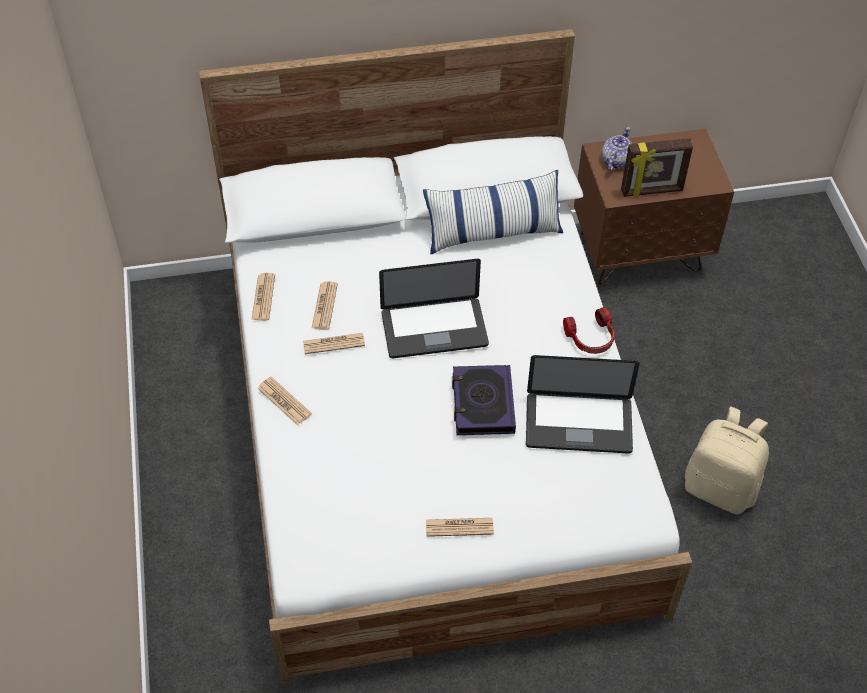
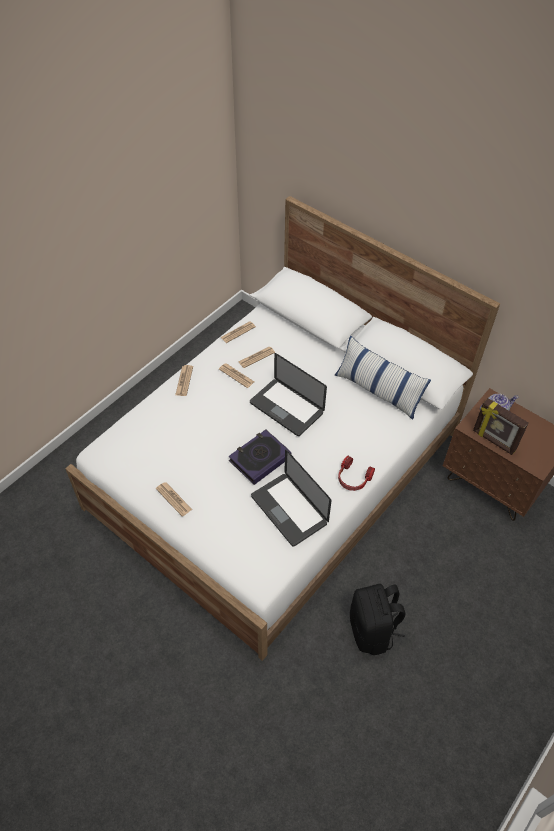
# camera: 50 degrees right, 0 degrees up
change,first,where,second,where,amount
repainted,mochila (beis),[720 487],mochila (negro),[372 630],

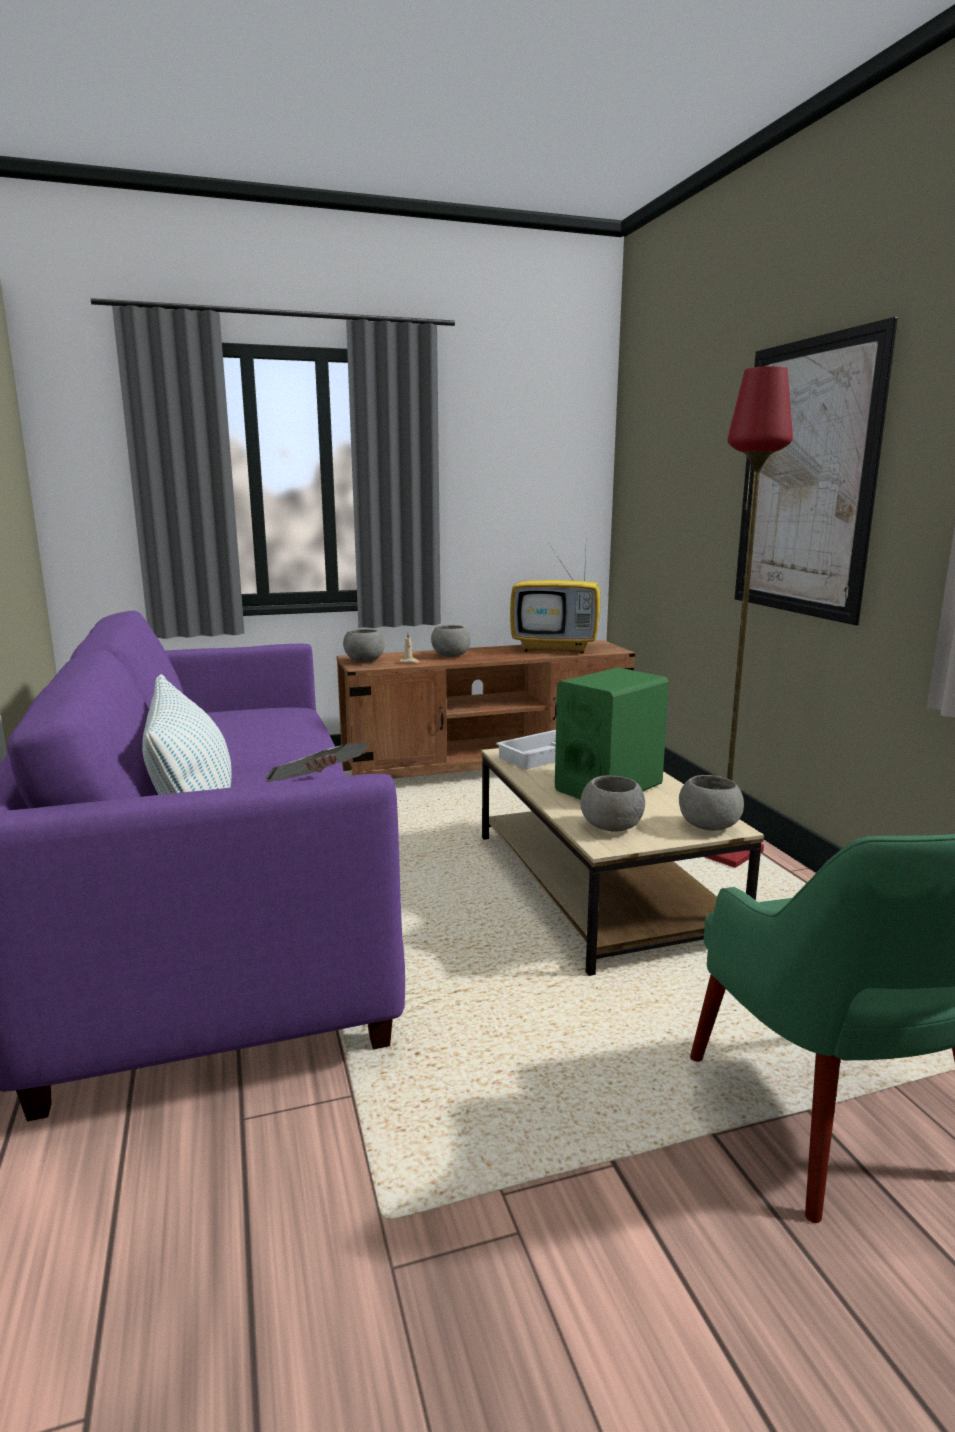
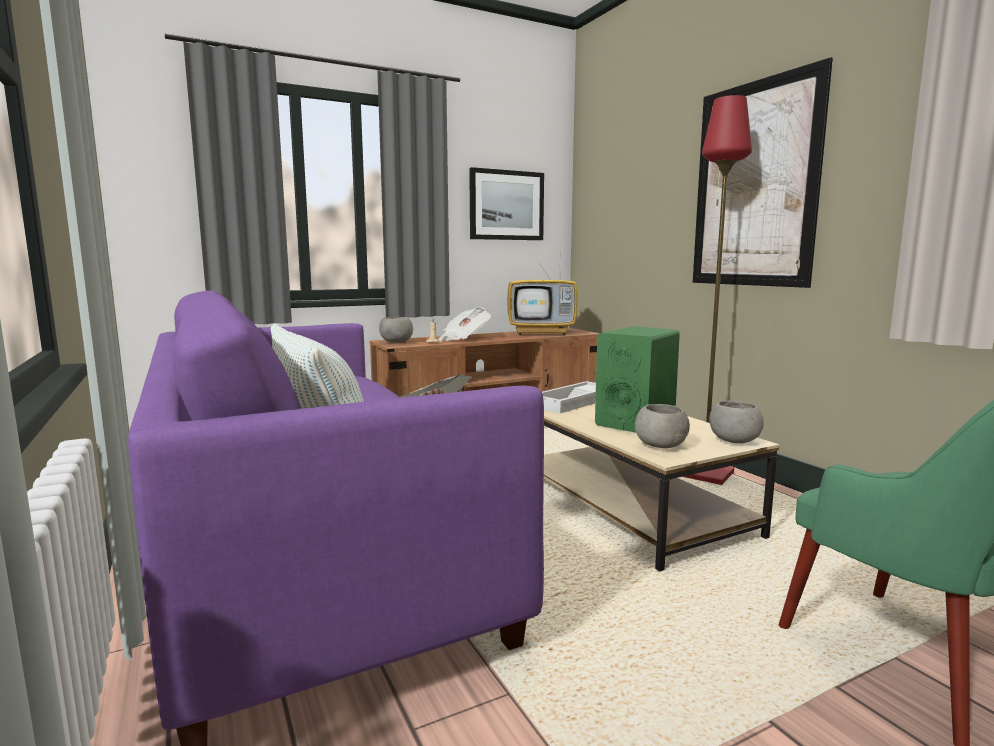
# camera: 10 degrees left, 5 degrees down
change,first,where,second,where,amount
new,,,cuadro,[506 205],
swapped,cuenco (gris),[450 656],periódico,[464 338],

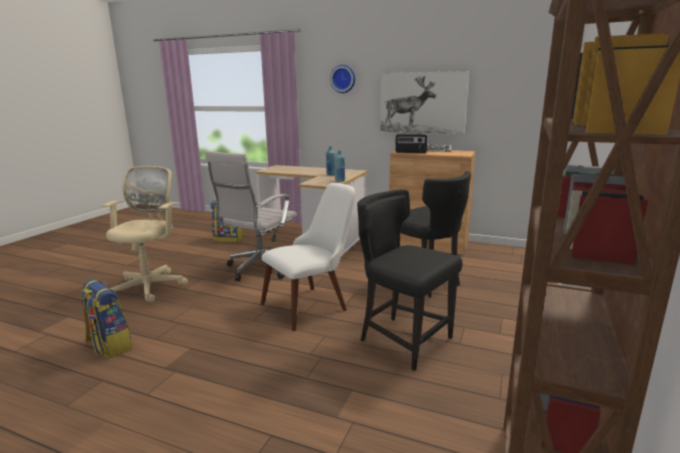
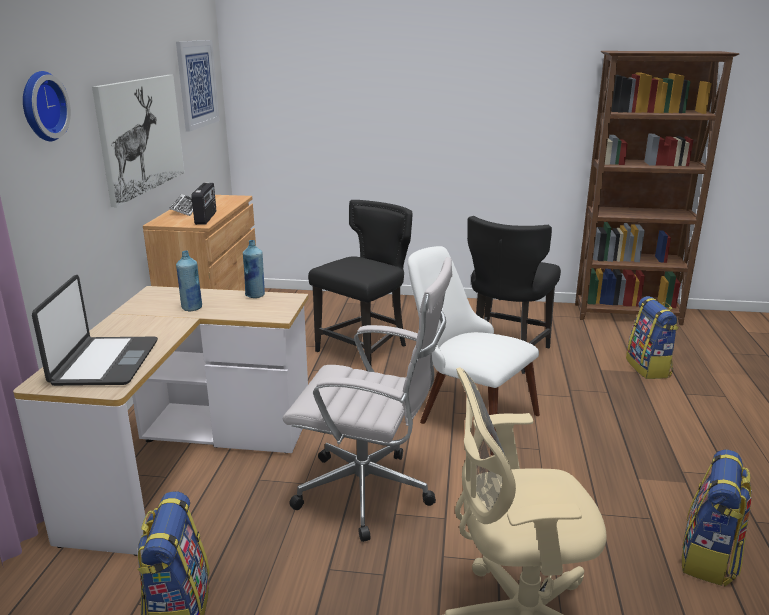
# camera: 105 degrees left, 5 degrees up
change,first,where,second,where,amount
new,,,portátil,[104 362],
new,,,cuadro,[197 84],
new,,,mochila,[649 368],

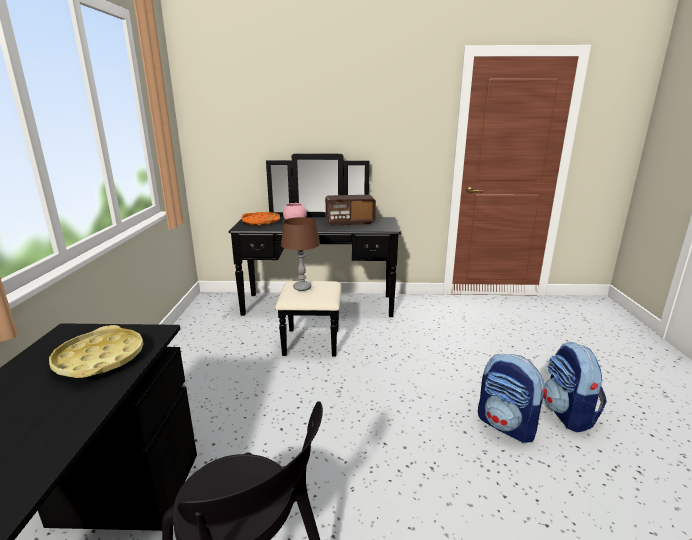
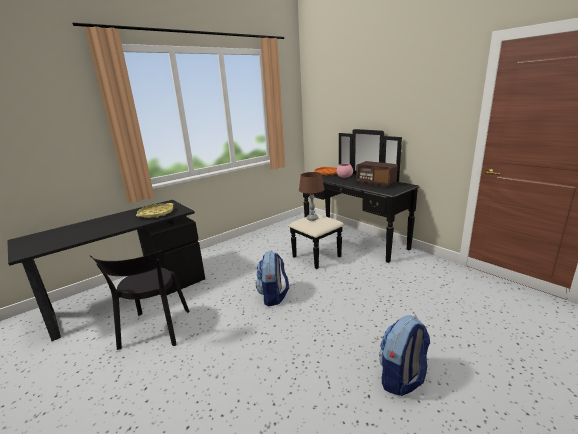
# camera: 50 degrees right, 0 degrees up
change,first,where,second,where,amount
shifted,mochila,[507 425],,[273 296],

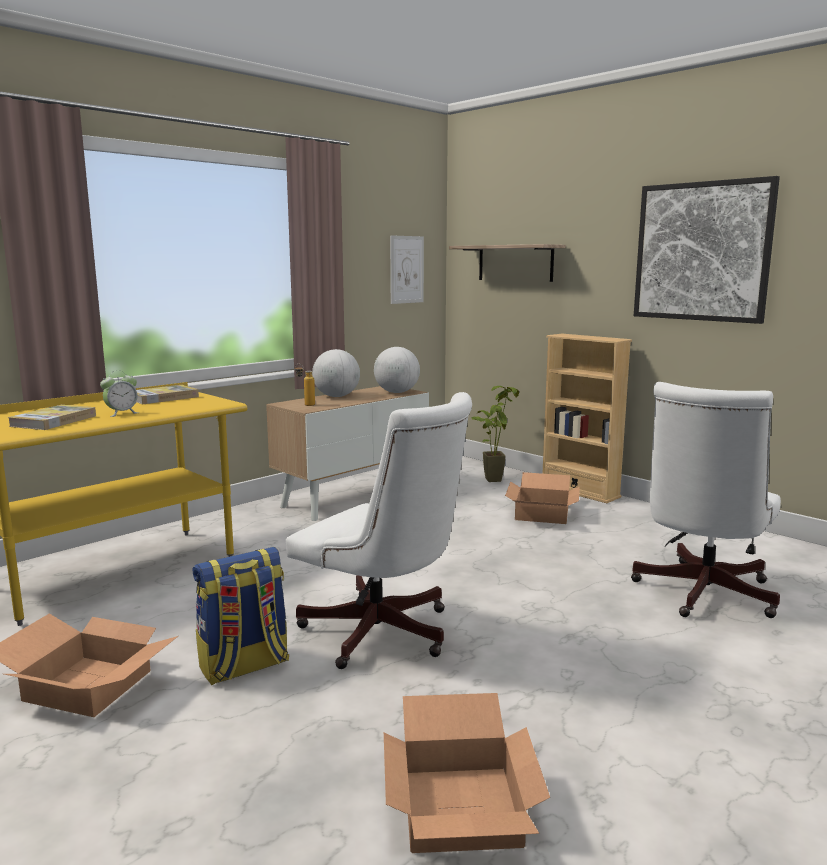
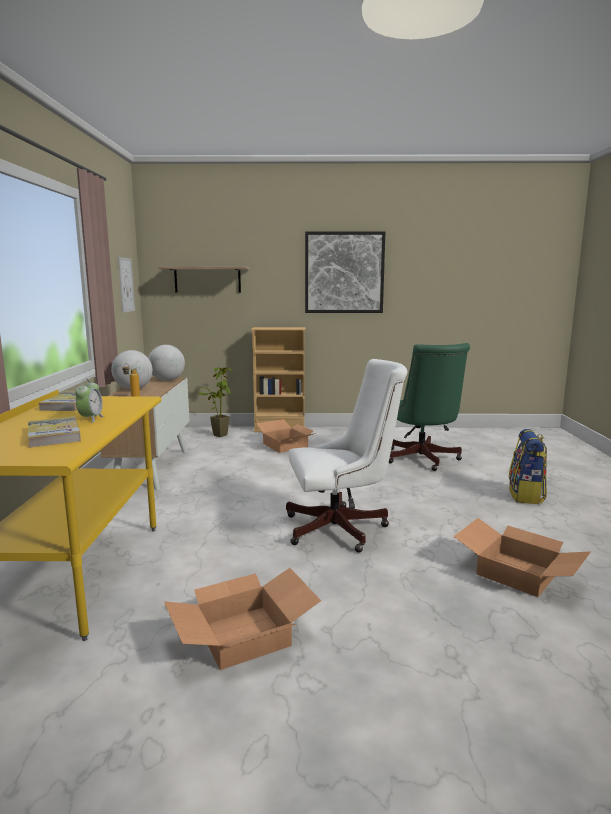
# camera: 45 degrees left, 0 degrees up
change,first,where,second,where,amount
shifted,mochila,[244 667],,[526 495],
repainted,silla de oficina (blanco),[700 594],silla de oficina (verde),[422 460],

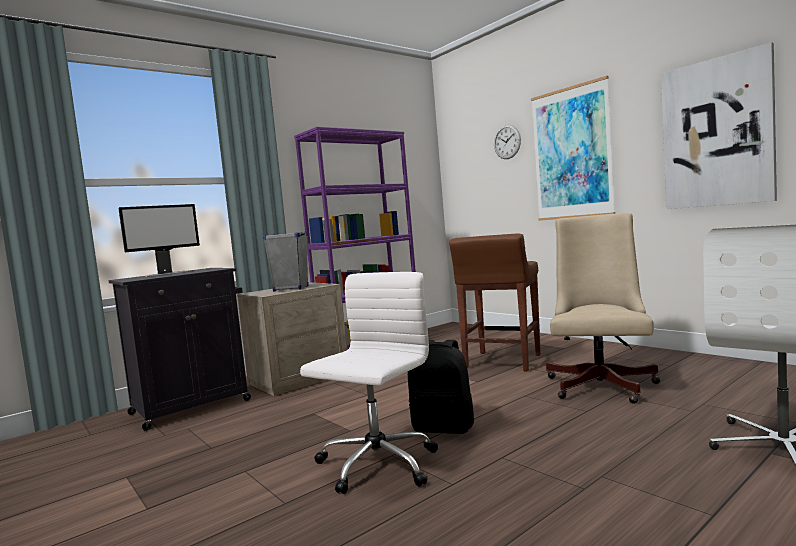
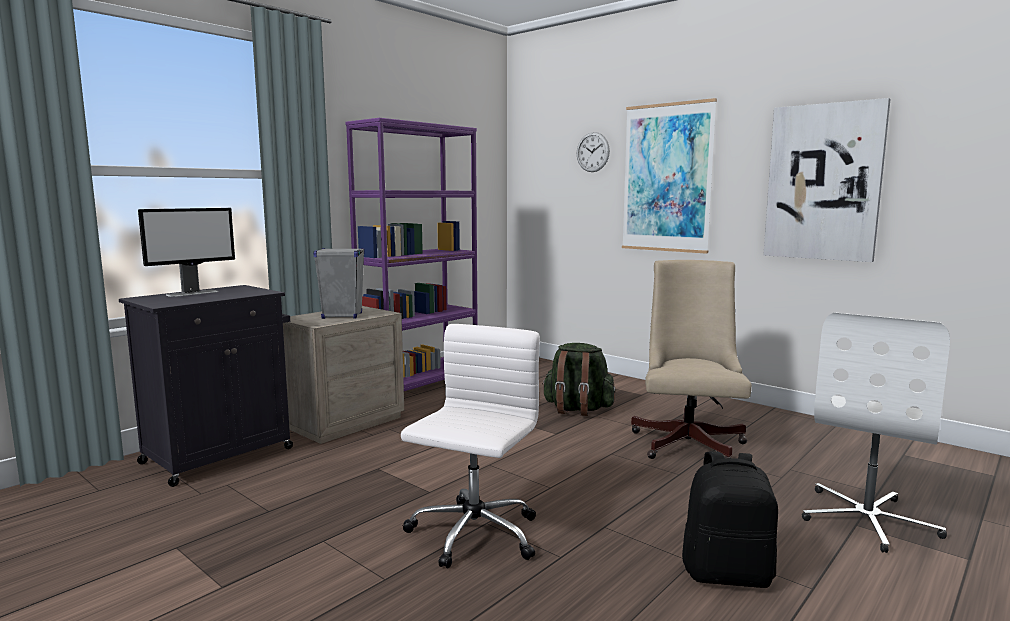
# camera: 10 degrees left, 5 degrees up
change,first,where,second,where,amount
shifted,mochila (negro),[443 428],,[727 574],
swapped,taburete (marrón),[502 362],mochila (verde),[577 409],

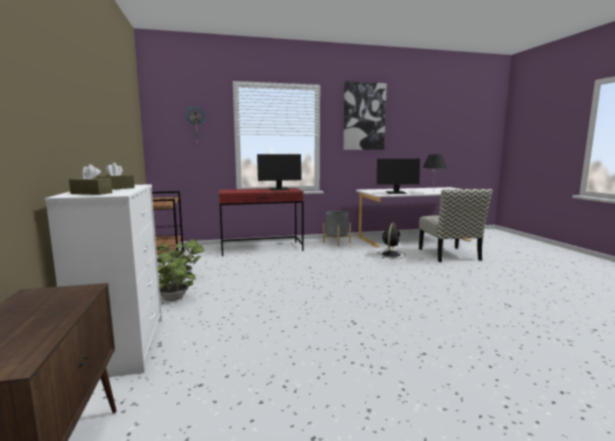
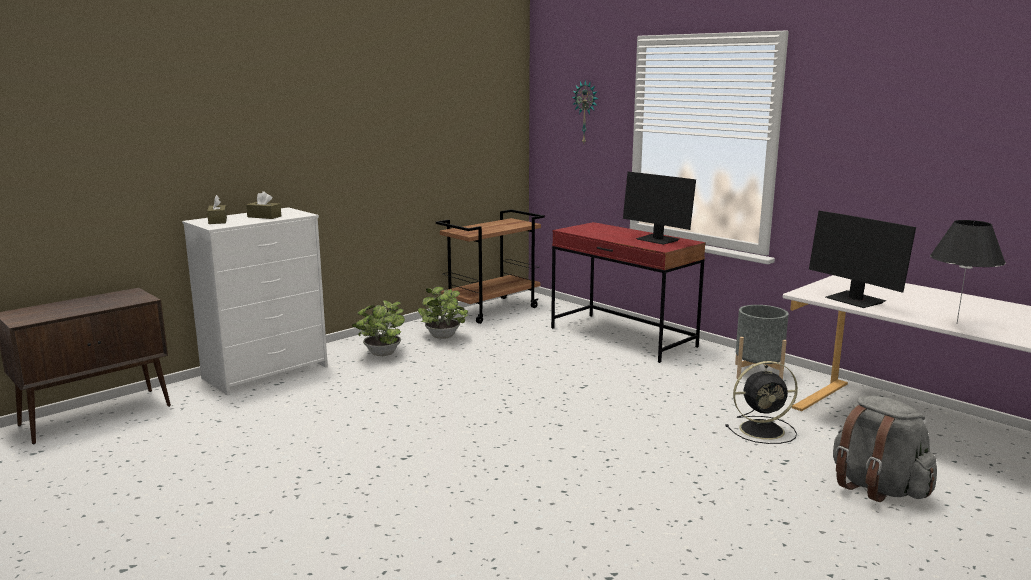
# camera: 60 degrees right, 5 degrees up
change,first,where,second,where,amount
gone,cuadro,[364 116],,,
swapped,silla,[449 255],mochila (gris),[877 488],

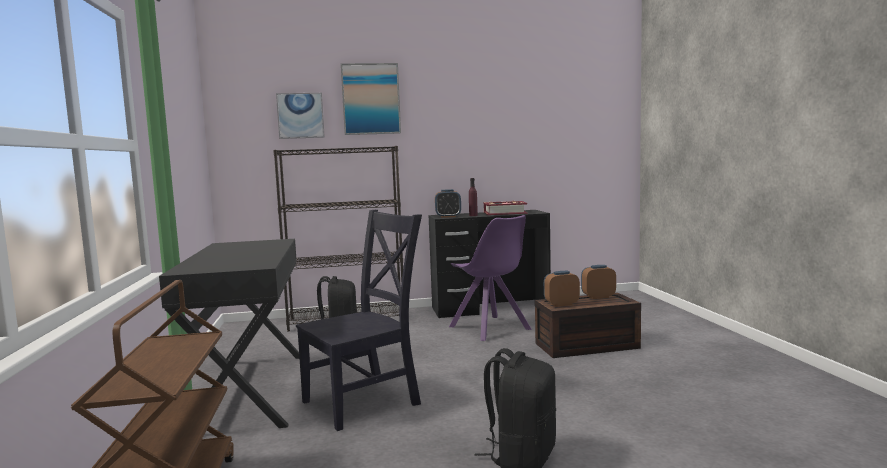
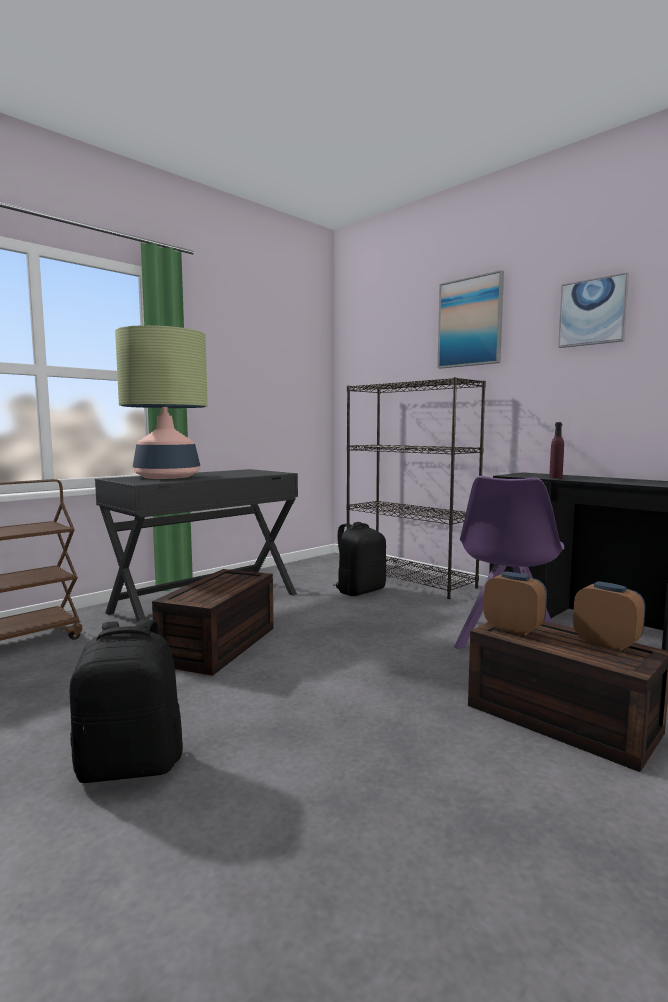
# camera: 55 degrees right, 0 degrees up
change,first,where,second,where,amount
gone,despertador,[448 216],,,
gone,libro,[505 213],,,
new,,,lámpara de mesa,[167 477],
shifted,cuadro,[300 115],,[592 312],
swapped,silla (negro),[366 401],caja de almacenaje (marrón),[220 646],

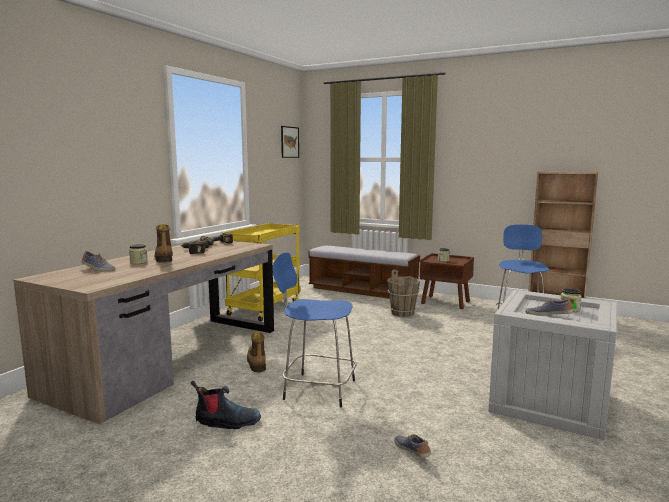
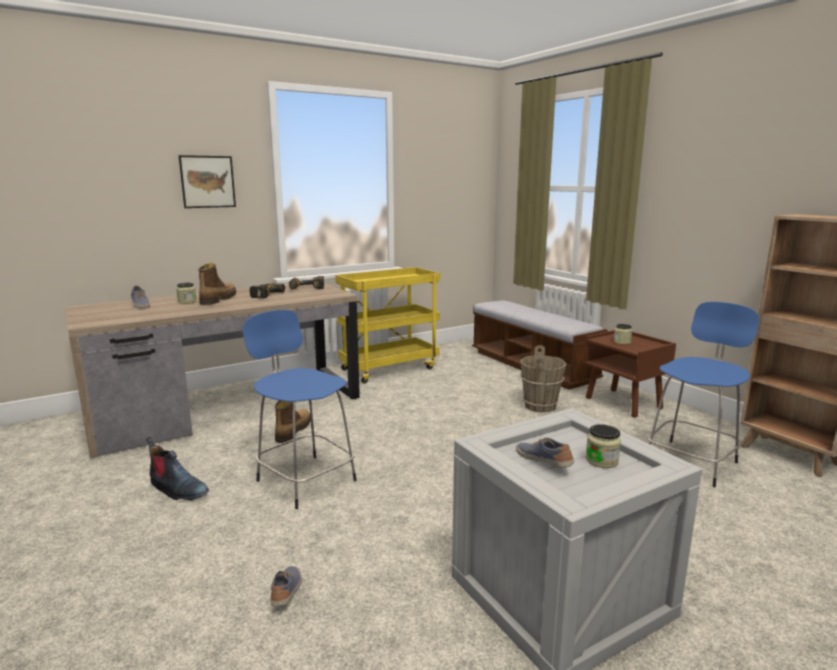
# camera: 30 degrees right, 5 degrees up
change,first,where,second,where,amount
shifted,cuadro,[289 142],,[207 182],

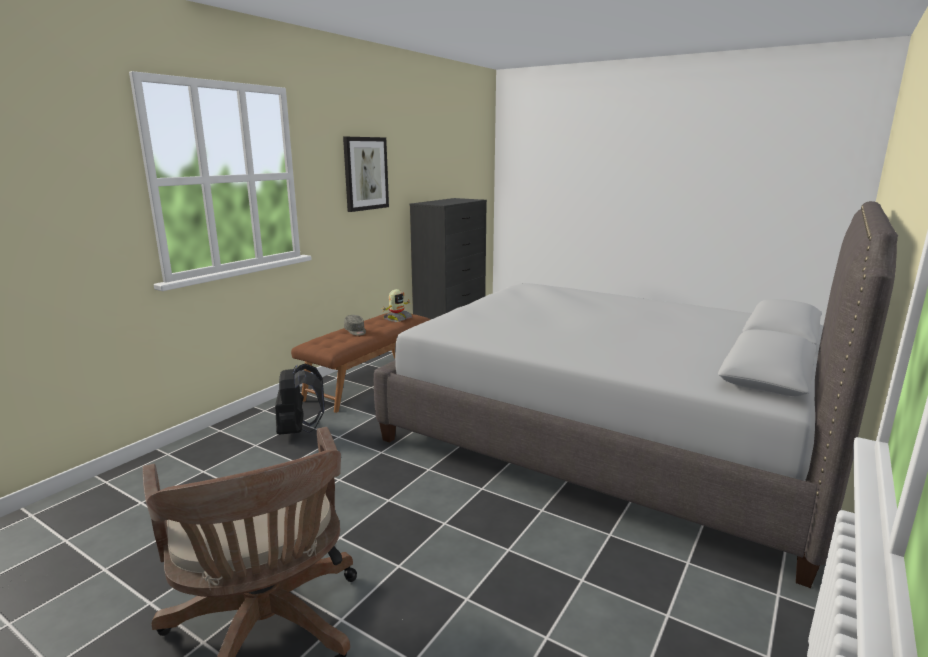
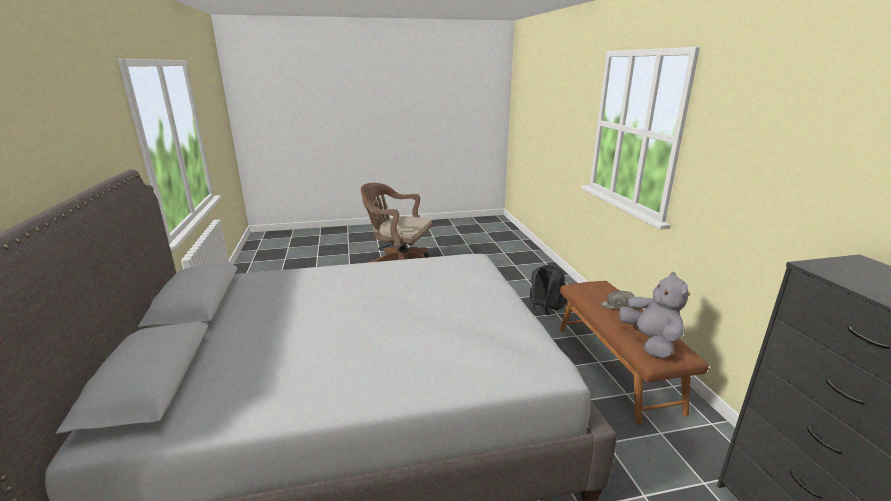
# camera: 135 degrees right, 5 degrees up
change,first,where,second,where,amount
gone,cuadro,[365 173],,,
swapped,robot de juguete,[397 318],peluche (gris),[650 342],

